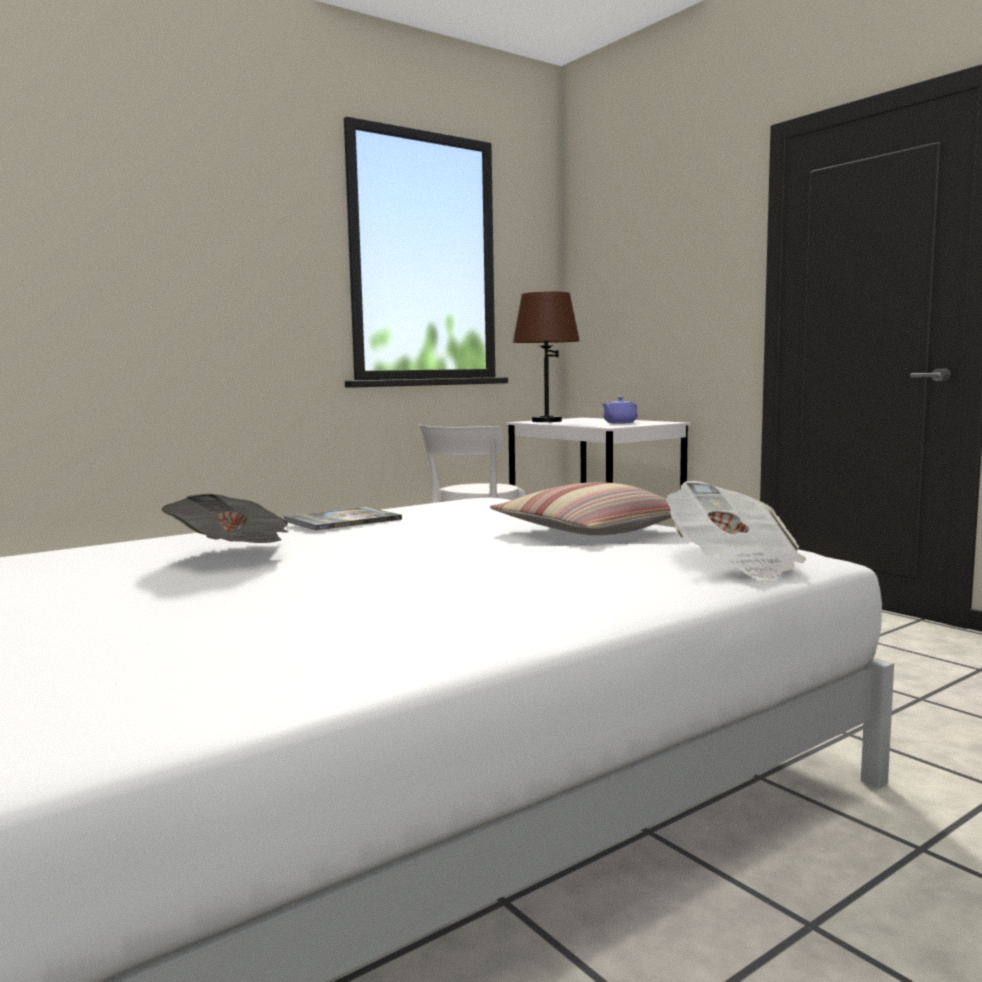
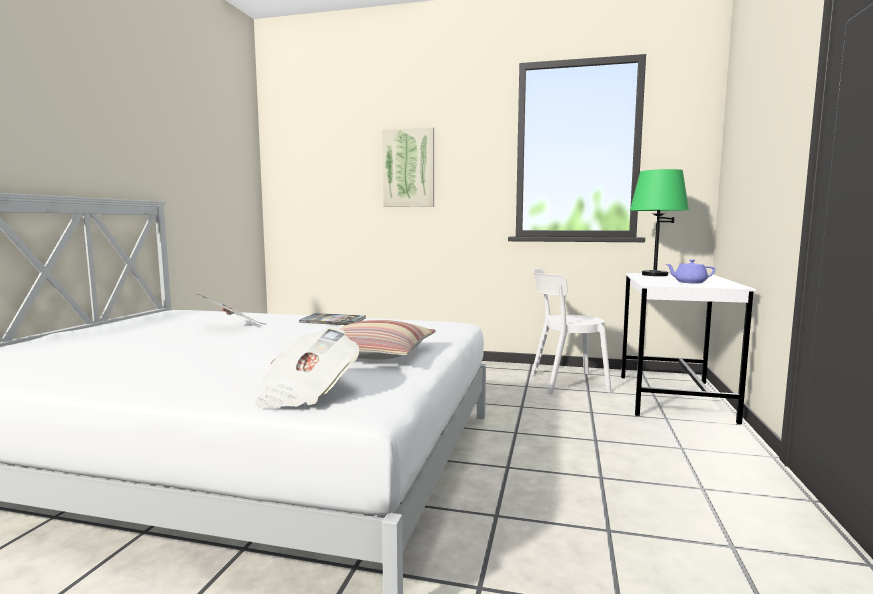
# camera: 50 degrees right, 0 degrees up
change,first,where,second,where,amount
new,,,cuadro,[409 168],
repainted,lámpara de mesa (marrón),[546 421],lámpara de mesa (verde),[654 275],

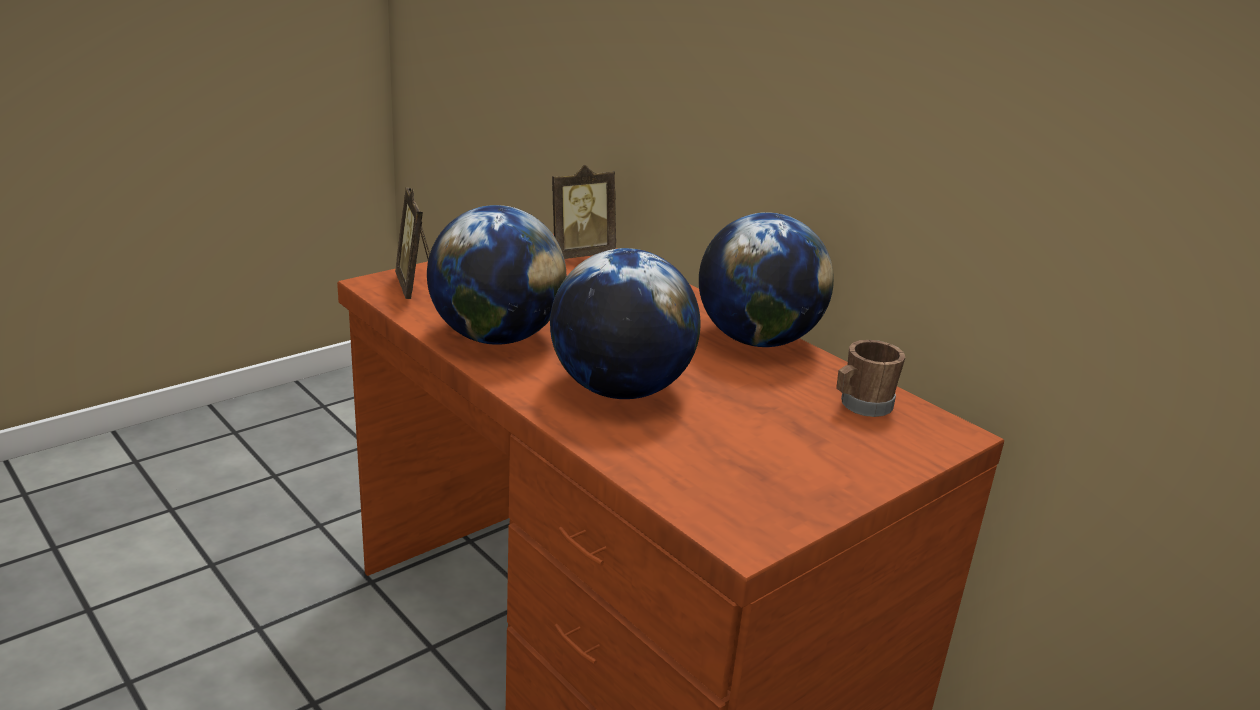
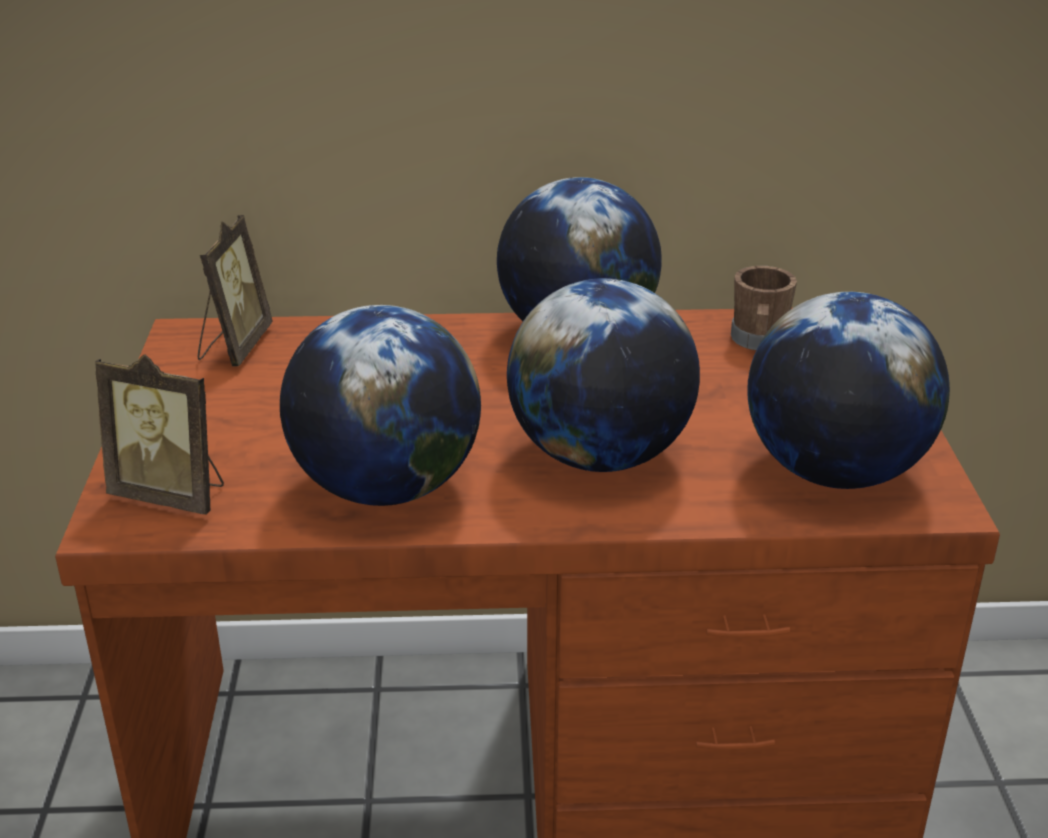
# camera: 50 degrees left, 5 degrees up
change,first,where,second,where,amount
new,,,globo terráqueo,[834 472],

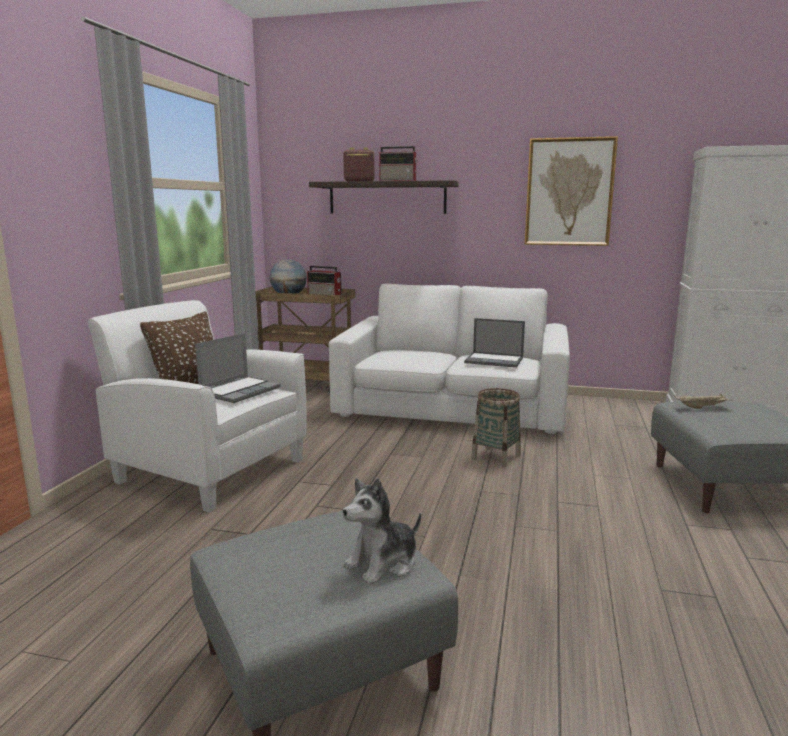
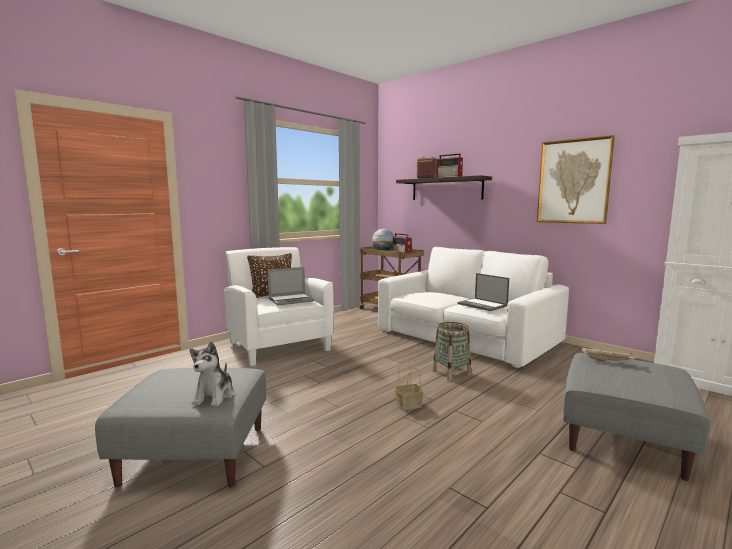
# camera: 30 degrees right, 5 degrees down
change,first,where,second,where,amount
new,,,cesta,[408 405],
rotated,peluche,[383 563],,[214 396],75 degrees counterclockwise

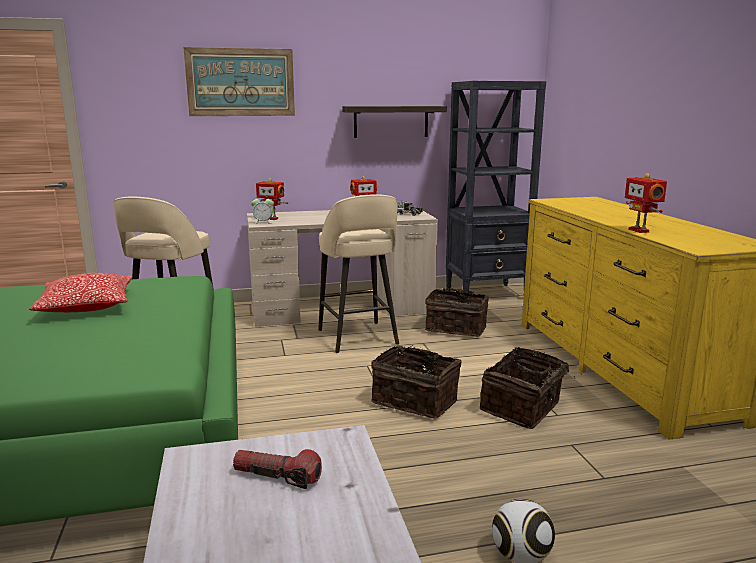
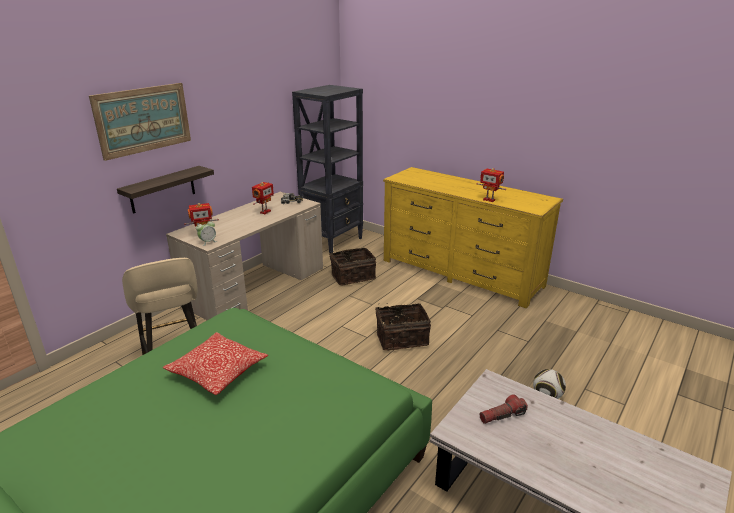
# camera: 40 degrees left, 10 degrees up
change,first,where,second,where,amount
gone,taburete (beis),[358 338],,,
gone,cesta,[523 407],,,
shifted,estante,[391 121],,[162 189],

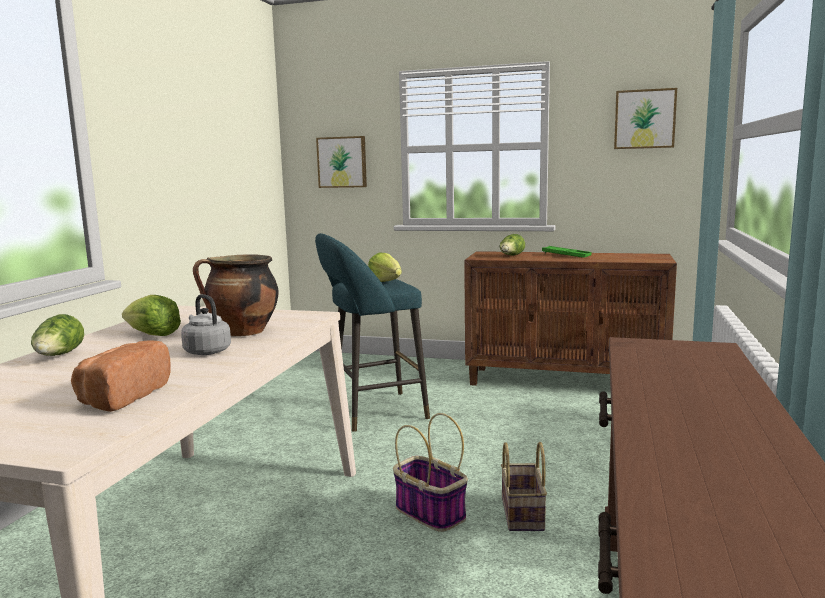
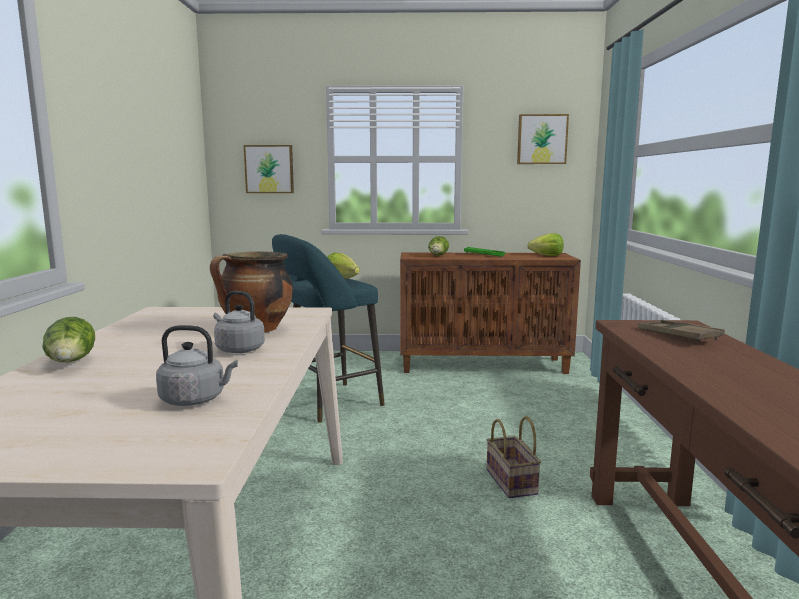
# camera: 15 degrees left, 0 degrees up
change,first,where,second,where,amount
gone,cesta,[428 512],,,
new,,,bandeja (marrón),[678 336],
shifted,lechuga,[152 335],,[547 255],
swapped,pan,[121 397],hervidor (gris),[196 400],

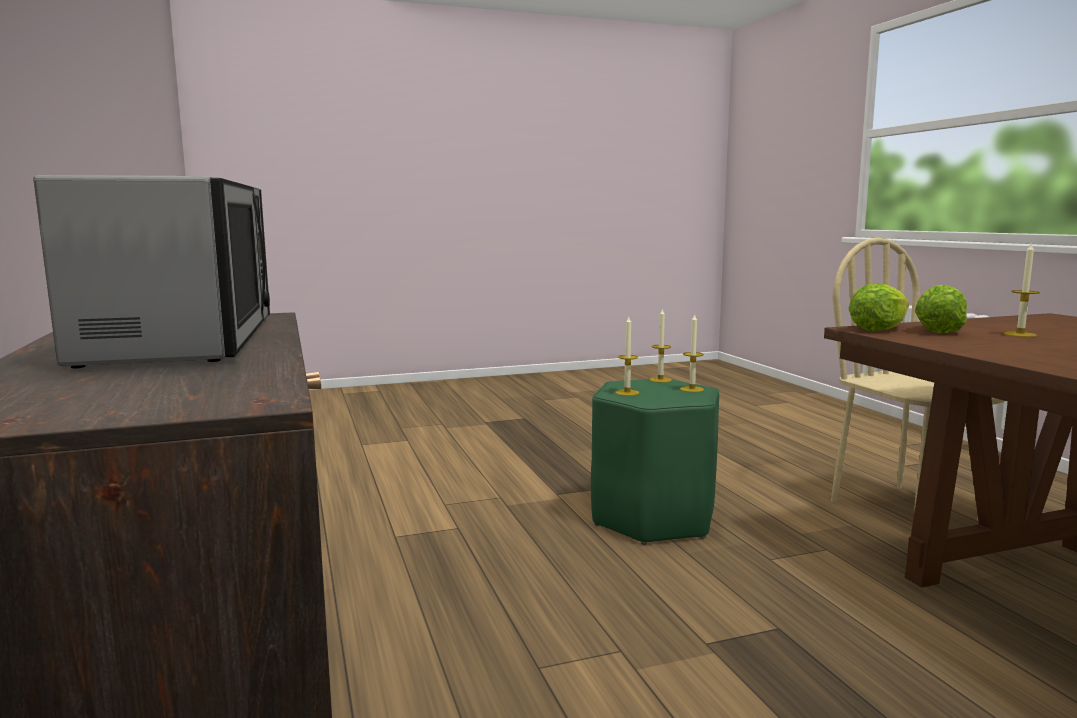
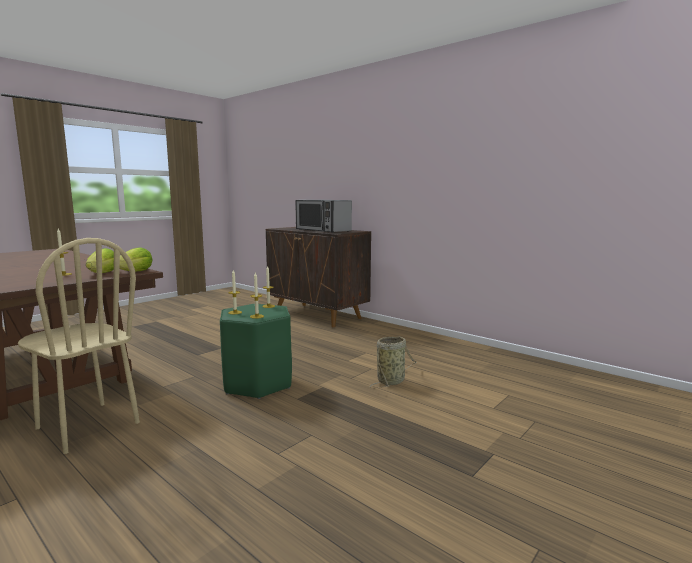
# camera: 150 degrees right, 0 degrees up
change,first,where,second,where,amount
new,,,cesta,[392 381],

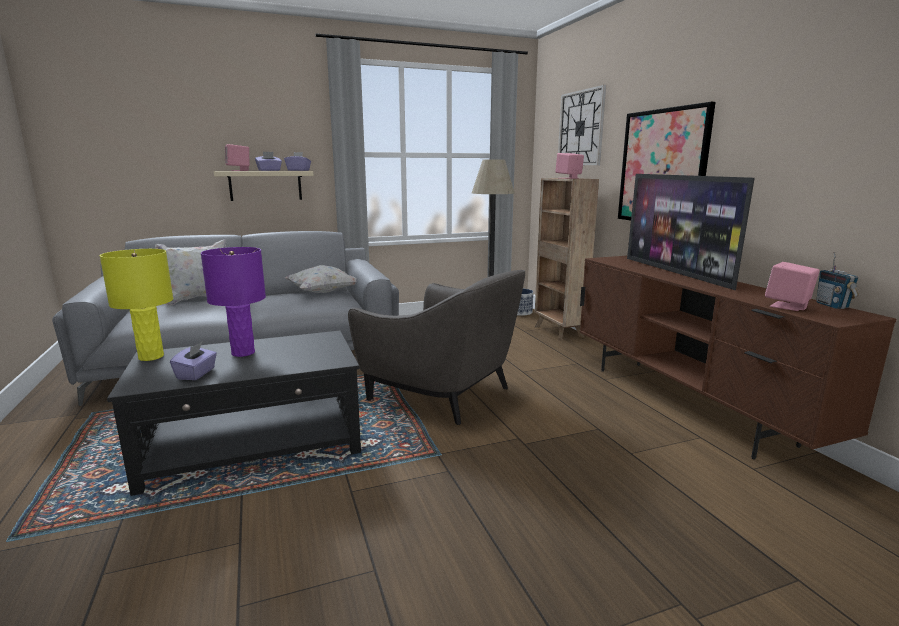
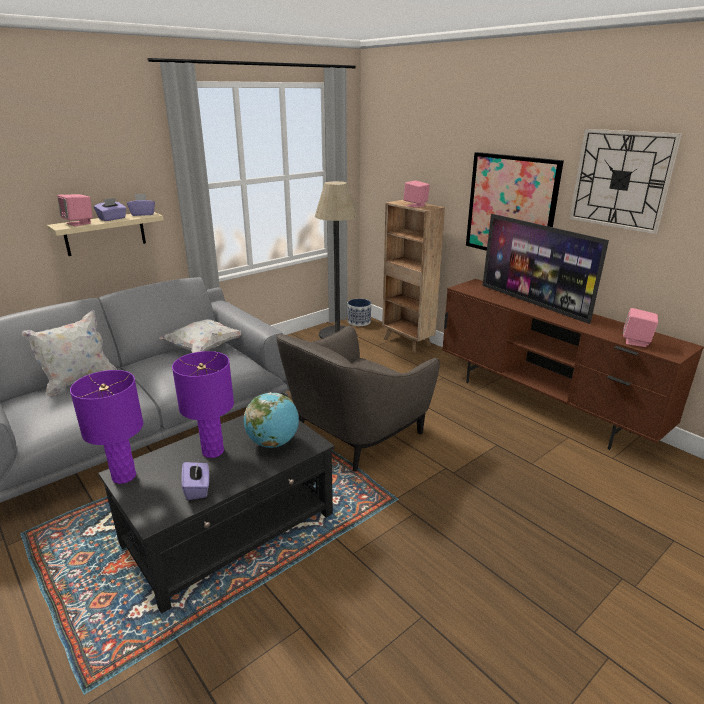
# camera: 20 degrees left, 10 degrees up
change,first,where,second,where,amount
gone,radio,[832 305],,,
new,,,globo terráqueo,[273 443],
shifted,reloj de pared,[581 128],,[621 180],
repainted,lámpara de mesa (amarillo),[150 357],lámpara de mesa (morado),[123 476],
rotated,sillón (gris),[442 393],,[355 433],120 degrees clockwise

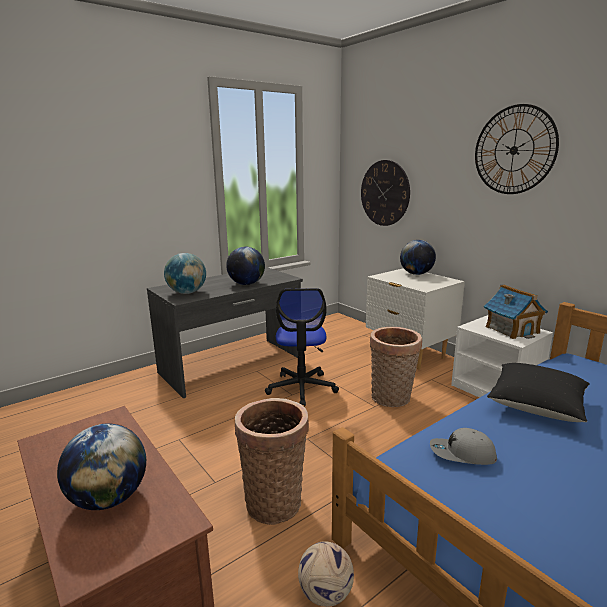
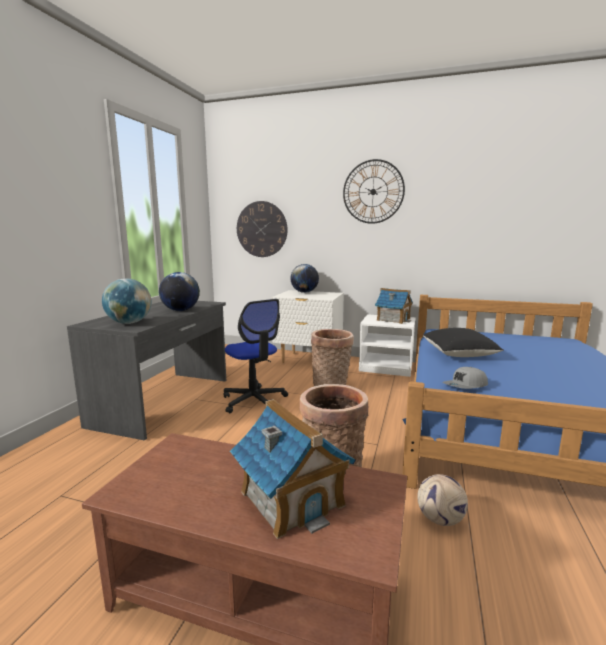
# camera: 35 degrees left, 5 degrees down
change,first,where,second,where,amount
swapped,globo terráqueo,[109 498],casita,[292 498],

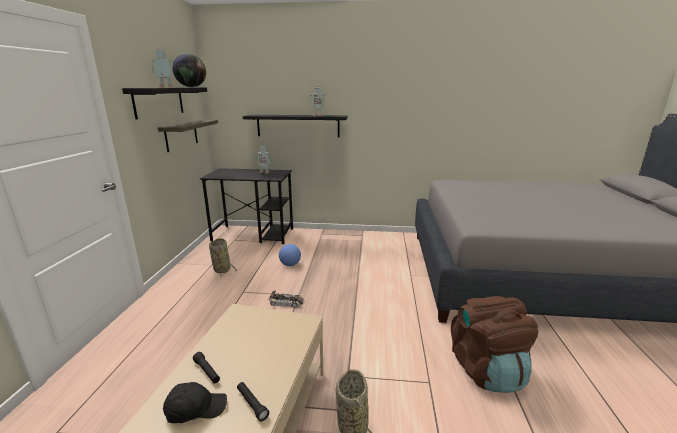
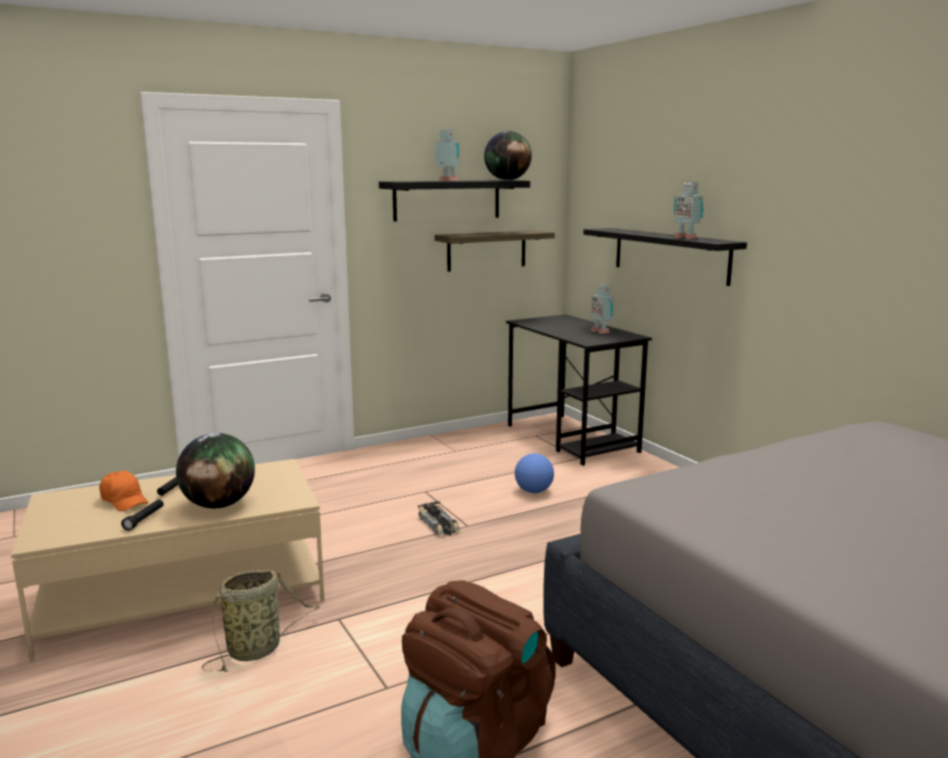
# camera: 55 degrees right, 5 degrees down
change,first,where,second,where,amount
gone,cesta,[222 269],,,
new,,,globo terráqueo,[219 505],
repainted,gorra (negro),[195 409],gorra (naranja),[125 501],

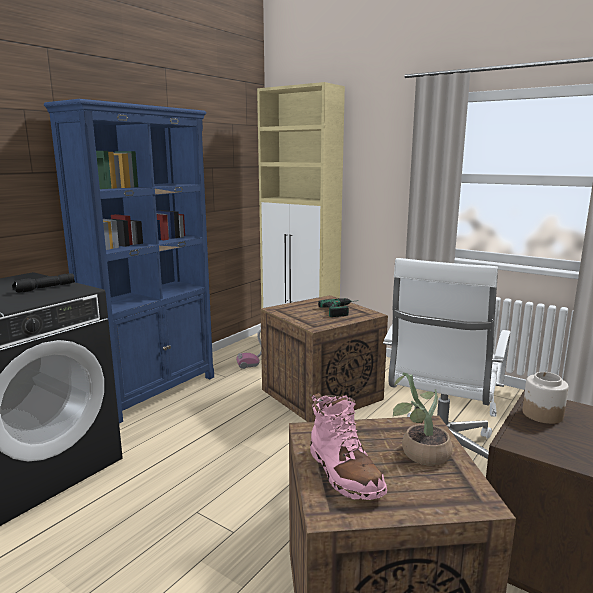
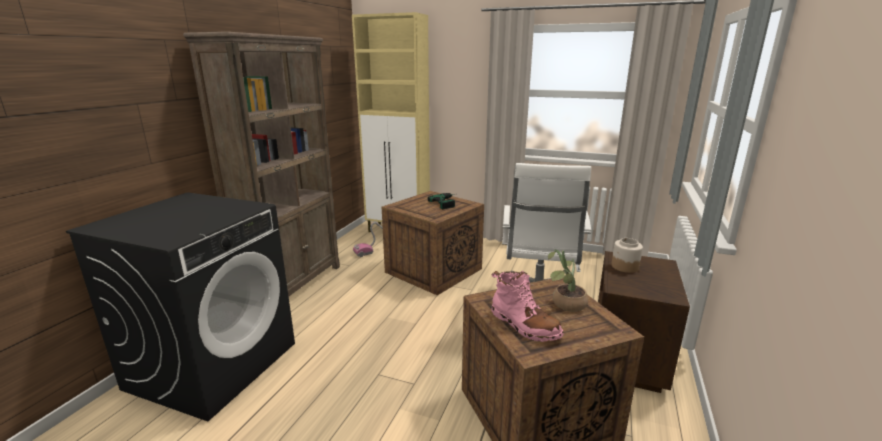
# camera: 15 degrees left, 5 degrees up
change,first,where,second,where,amount
gone,linterna (negro),[45 288],,,
repainted,estantería (azul),[155 392],estantería (marrón),[294 285],

